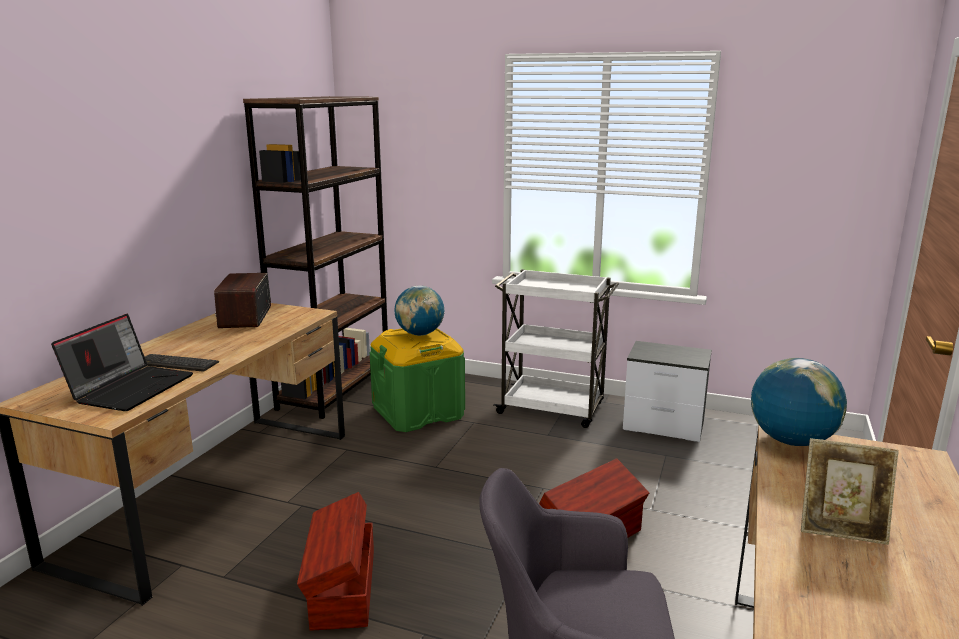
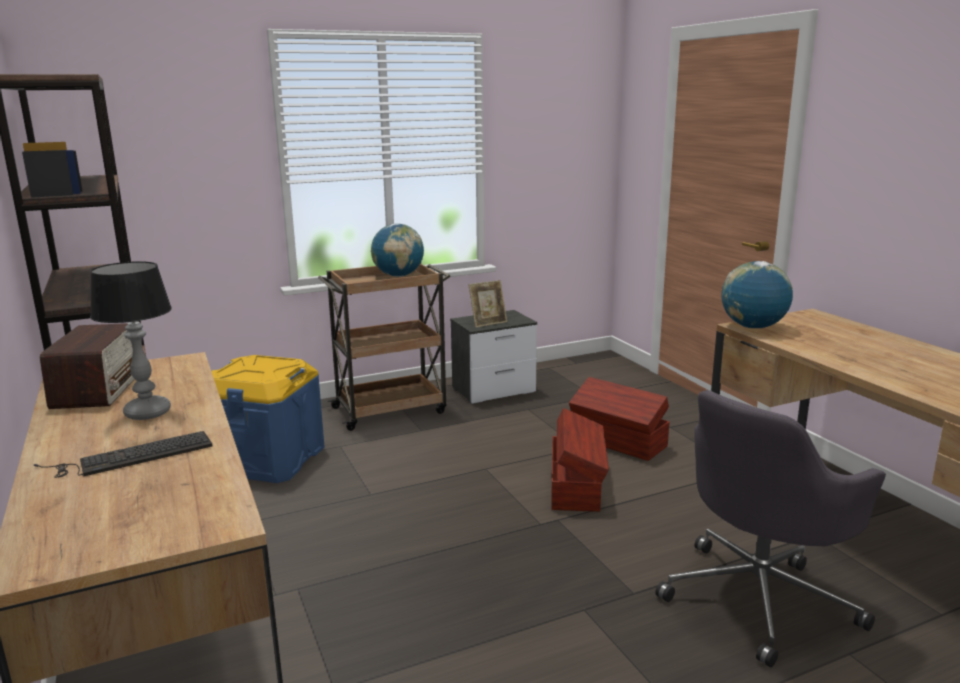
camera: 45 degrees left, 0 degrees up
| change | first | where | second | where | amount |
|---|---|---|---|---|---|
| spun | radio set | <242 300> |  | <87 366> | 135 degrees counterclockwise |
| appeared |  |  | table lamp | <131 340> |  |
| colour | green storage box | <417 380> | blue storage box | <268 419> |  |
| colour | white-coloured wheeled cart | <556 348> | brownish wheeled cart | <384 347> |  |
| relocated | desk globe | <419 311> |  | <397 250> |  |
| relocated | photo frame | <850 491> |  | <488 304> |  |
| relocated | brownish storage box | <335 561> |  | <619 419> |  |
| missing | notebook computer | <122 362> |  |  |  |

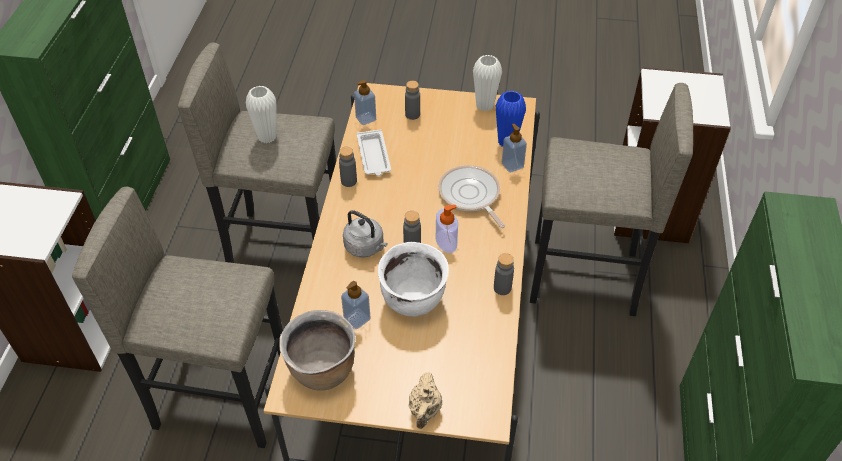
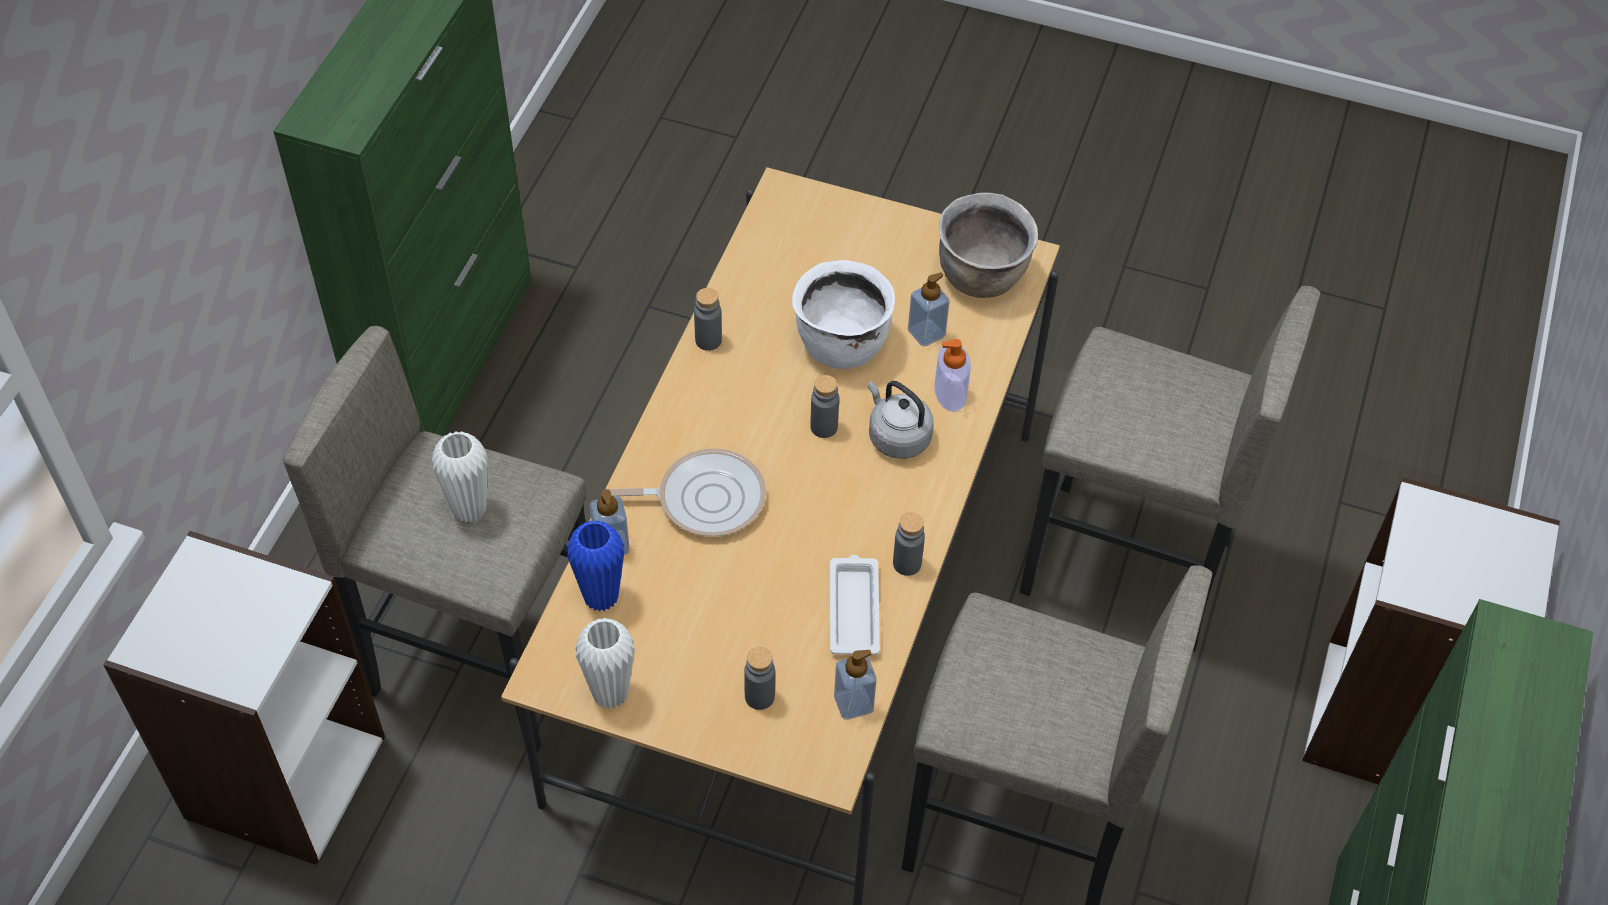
camera: 170 degrees left, 5 degrees up
| change | first | where | second | where | amount |
|---|---|---|---|---|---|
| relocated | white-coloured vase | <261 114> |  | <459 477> |  |
| spun | skillet | <471 196> |  | <685 492> | 75 degrees counterclockwise |
| relocated | soap dispenser | <447 229> |  | <953 375> |  |
| missing | beige pot for tea | <425 400> |  |  |  |

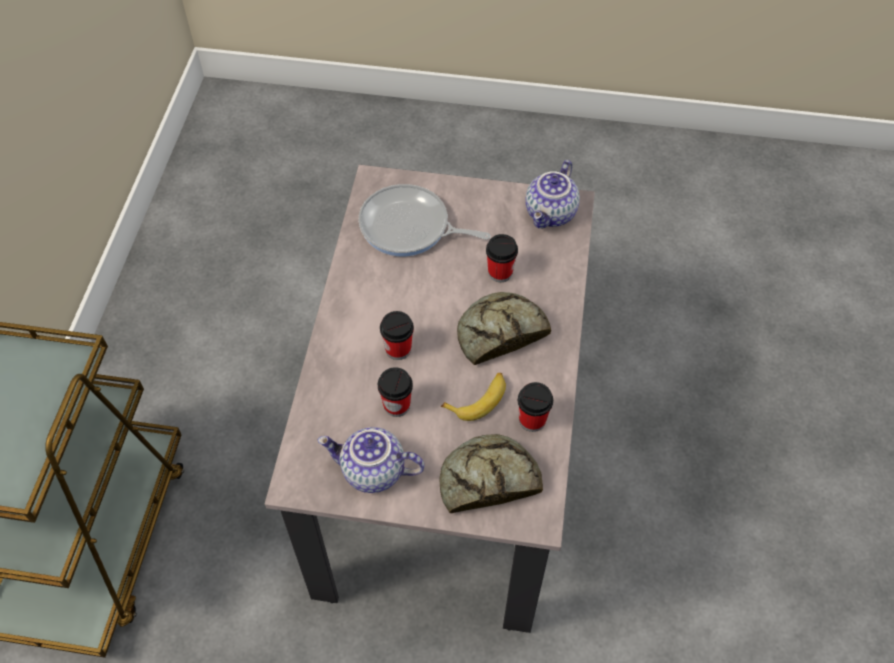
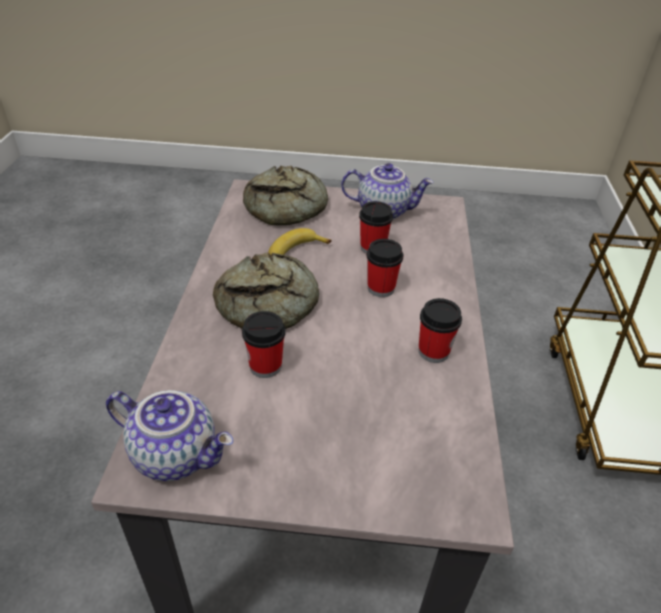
camera: 175 degrees right, 15 degrees down
| change | first | where | second | where | amount |
|---|---|---|---|---|---|
| spun | pot for tea | <552 194> |  | <169 435> | 90 degrees clockwise |
| relocated | drinking cup | <535 407> |  | <440 330> |  |
| missing | skillet | <424 220> |  |  |  |

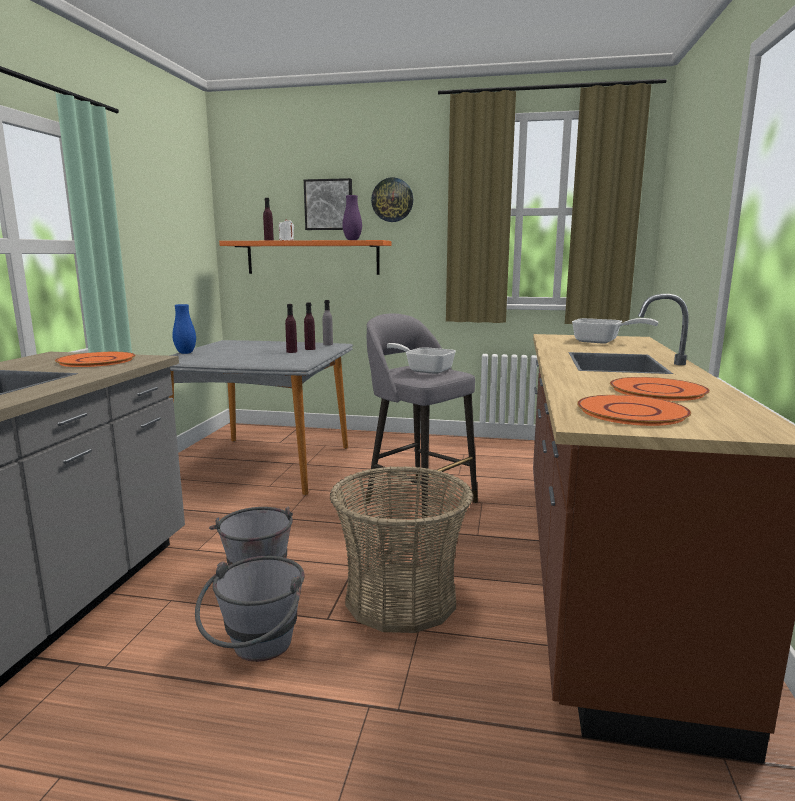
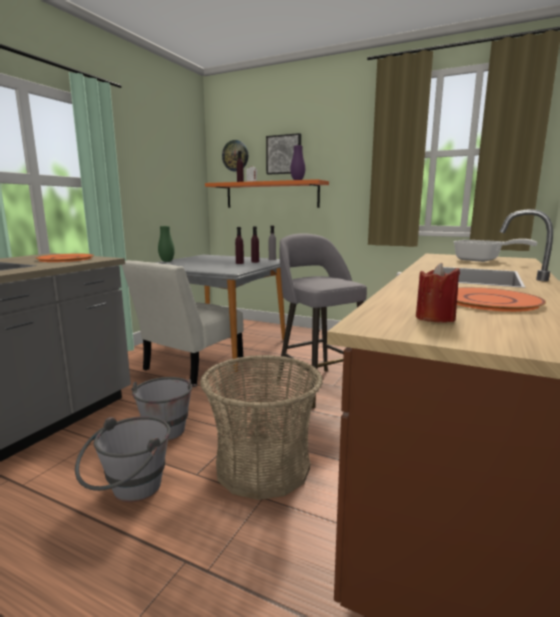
camera: 15 degrees right, 0 degrees up
| change | first | where | second | where | amount |
|---|---|---|---|---|---|
| appeared |  |  | white-coloured upright chair | <182 322> |  |
| colour | blue vase | <184 329> | green vase | <166 244> |  |
| relocated | wall clock | <392 199> |  | <235 156> |  |
| exchanged | orange-coloured plate | <634 410> | red candle | <438 293> |  |
| missing | skillet | <421 358> |  |  |  |

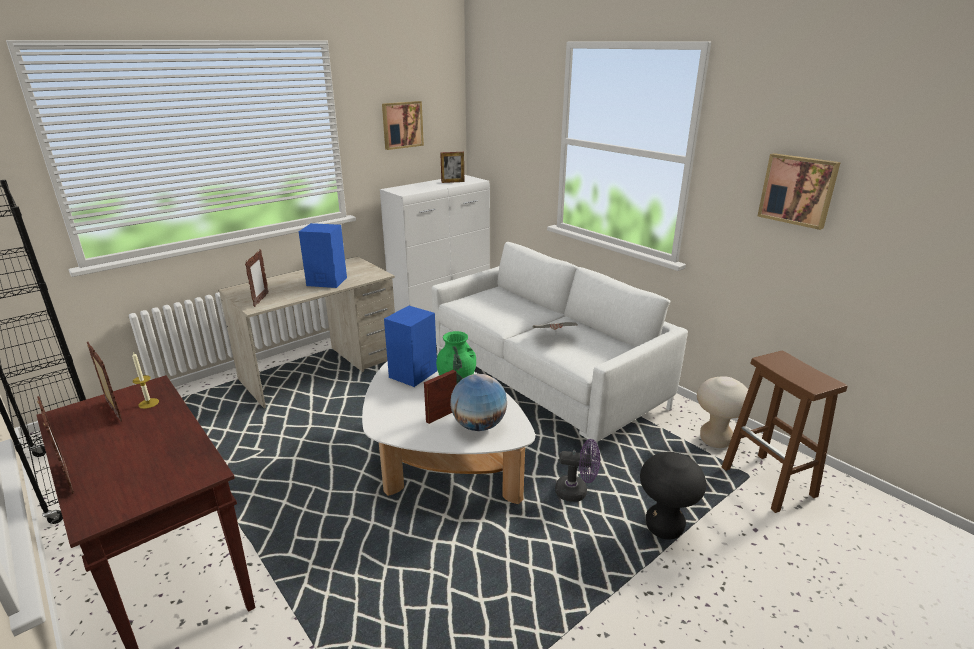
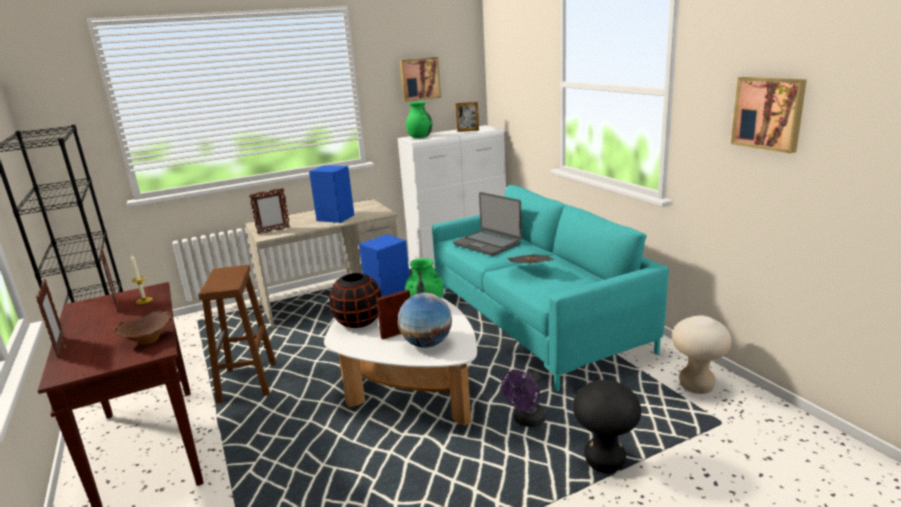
camera: 15 degrees right, 5 degrees down
| change | first | where | second | where | amount |
|---|---|---|---|---|---|
| appeared |  |  | brownish serving bowl | <142 327> |  |
| relocated | brownish stool | <784 432> |  | <237 334> |  |
| spun | photo frame | <257 278> |  | <269 211> | 45 degrees clockwise |
| appeared |  |  | black vase | <355 300> |  |
| appeared |  |  | green vase | <419 119> |  |
| colour | white-coloured settee | <560 348> | turquoise settee | <550 288> |  |
| appeared |  |  | notebook computer | <487 224> |  |
| spun | purple-coloured cooling fan | <577 470> |  | <523 398> | 105 degrees clockwise |

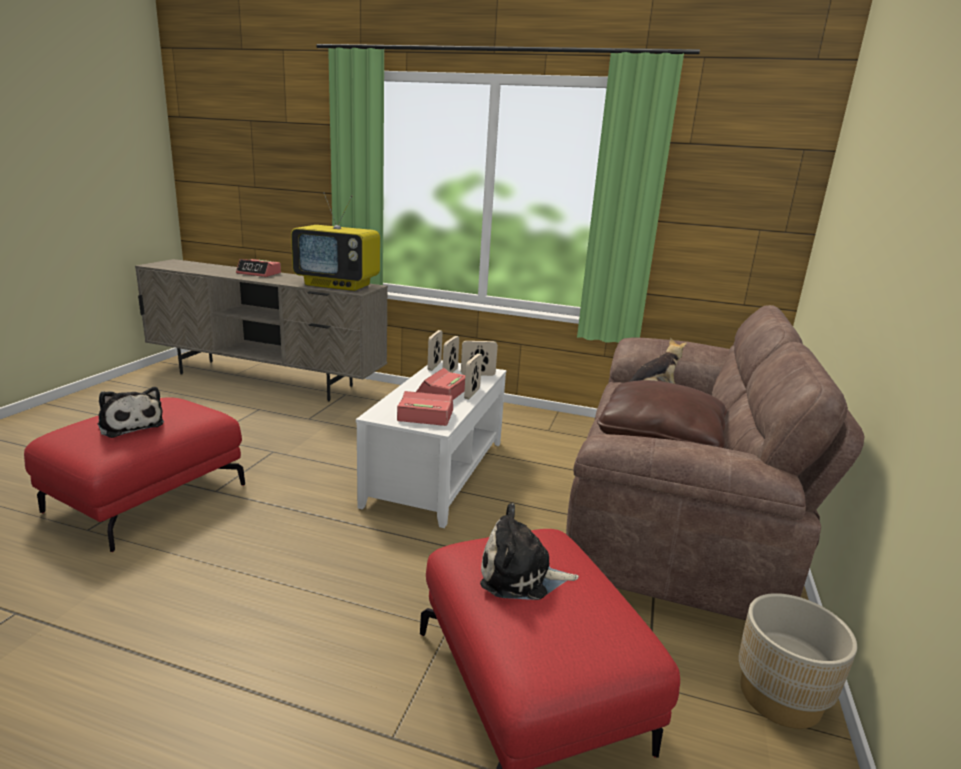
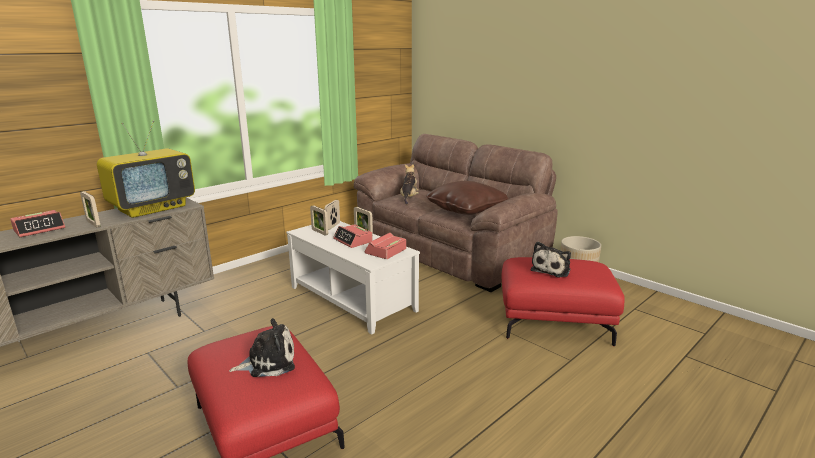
camera: 60 degrees left, 0 degrees up
| change | first | where | second | where | amount |
|---|---|---|---|---|---|
| relocated | photo frame | <435 350> |  | <90 209> |  |

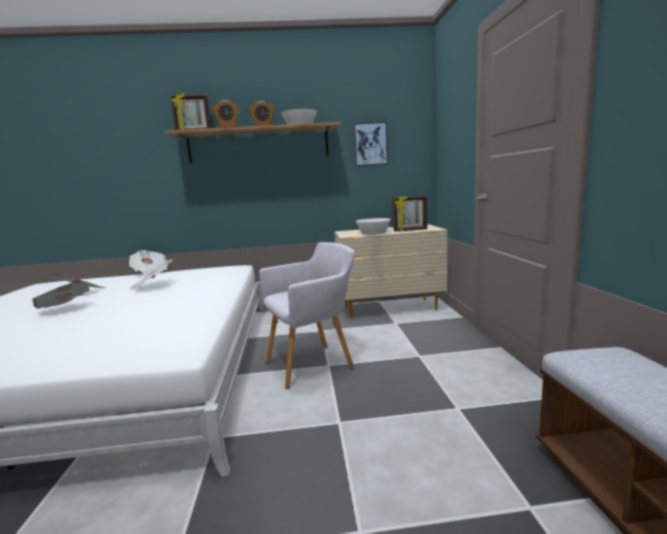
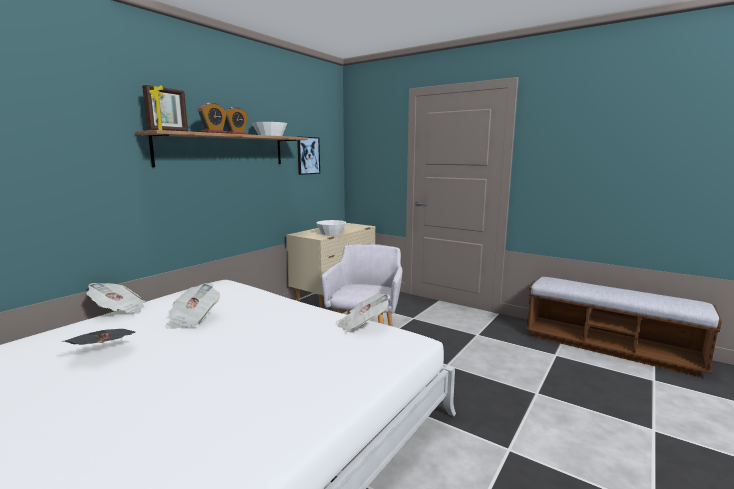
camera: 50 degrees left, 0 degrees up
| change | first | where | second | where | amount |
|---|---|---|---|---|---|
| relocated | printed paper | <61 296> |  | <363 313> |  |
| missing | photo frame | <410 213> |  |  |  |

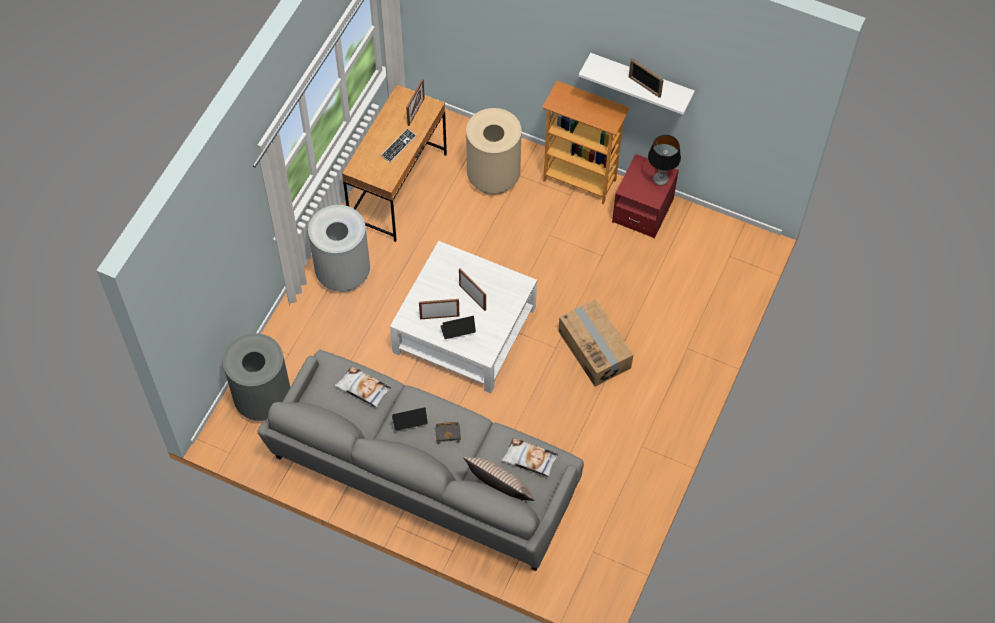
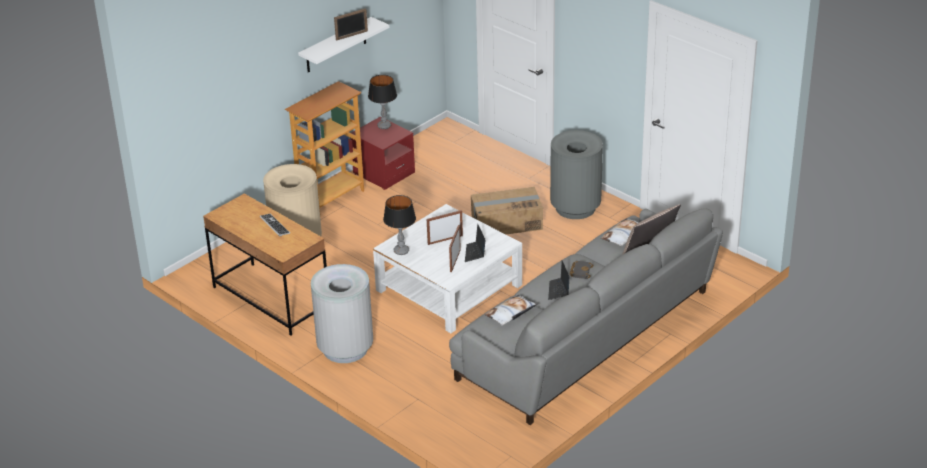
camera: 70 degrees left, 25 degrees down
| change | first | where | second | where | amount |
|---|---|---|---|---|---|
| appeared |  |  | table lamp | <399 225> |  |
| relocated | grey waste bin | <256 377> |  | <576 174> |  |
| missing | photo frame | <415 102> |  |  |  |

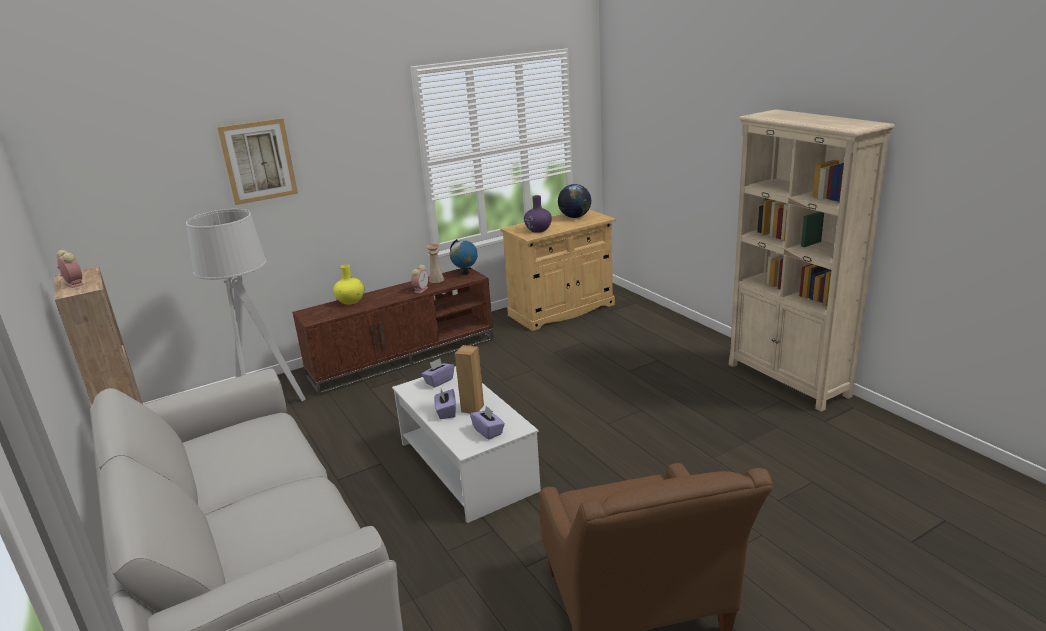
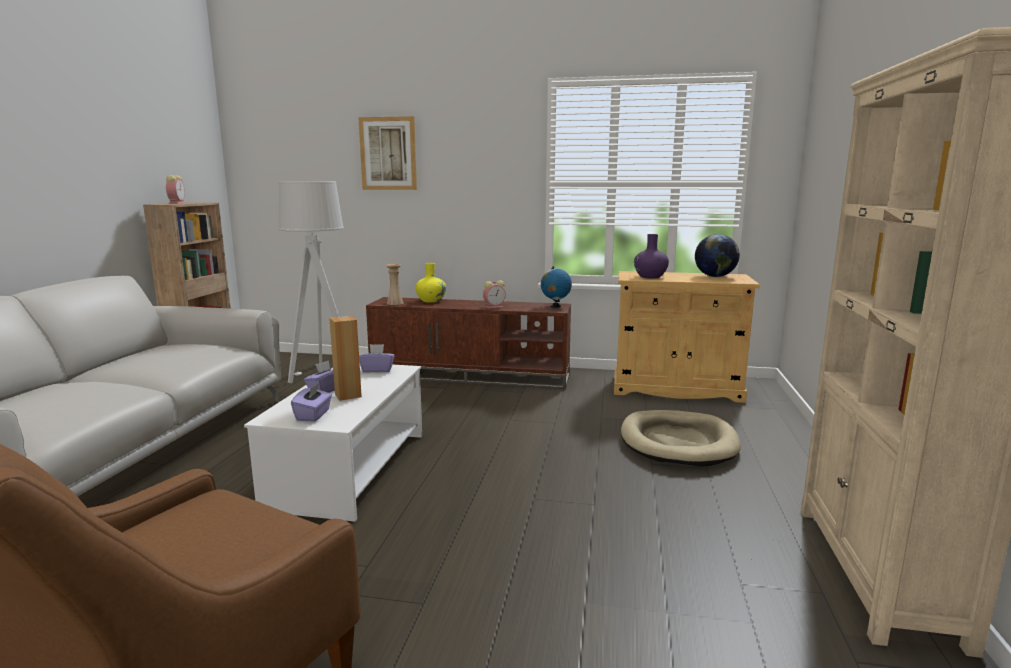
camera: 40 degrees right, 10 degrees down
| change | first | where | second | where | amount |
|---|---|---|---|---|---|
| relocated | beige vase | <435 263> |  | <394 284> |  |
| appeared |  |  | beige pet bed | <681 438> |  |

